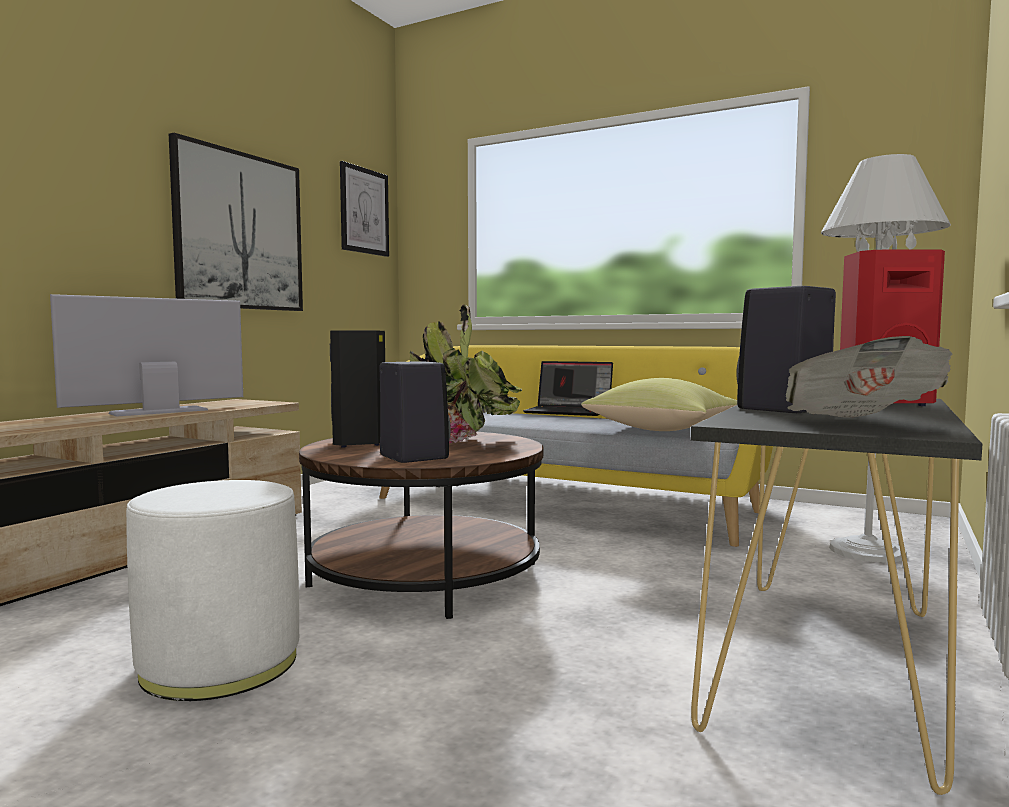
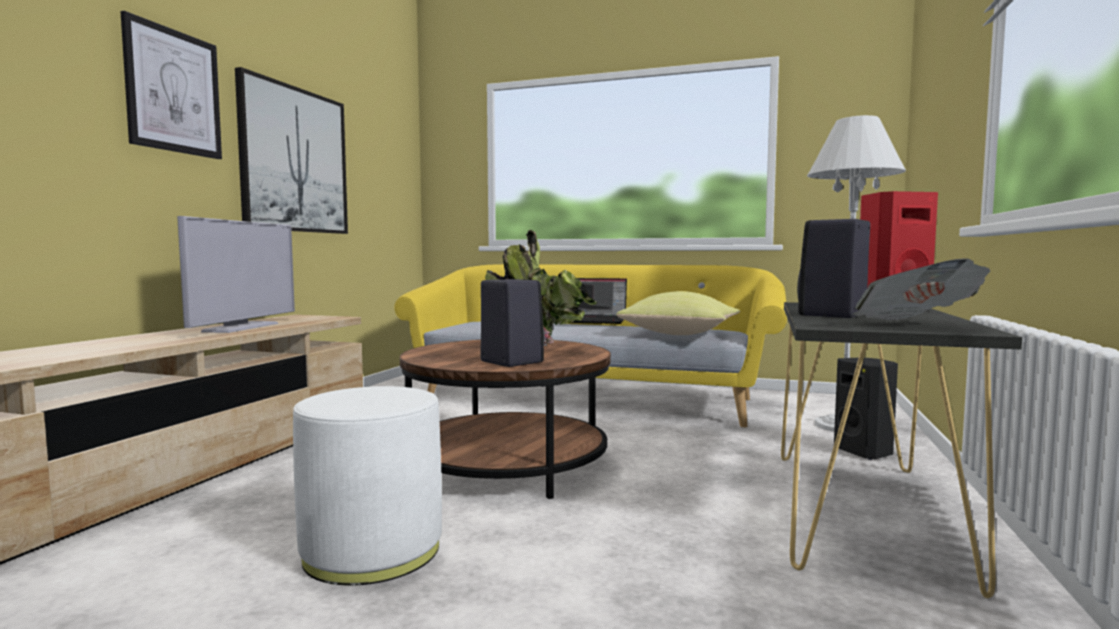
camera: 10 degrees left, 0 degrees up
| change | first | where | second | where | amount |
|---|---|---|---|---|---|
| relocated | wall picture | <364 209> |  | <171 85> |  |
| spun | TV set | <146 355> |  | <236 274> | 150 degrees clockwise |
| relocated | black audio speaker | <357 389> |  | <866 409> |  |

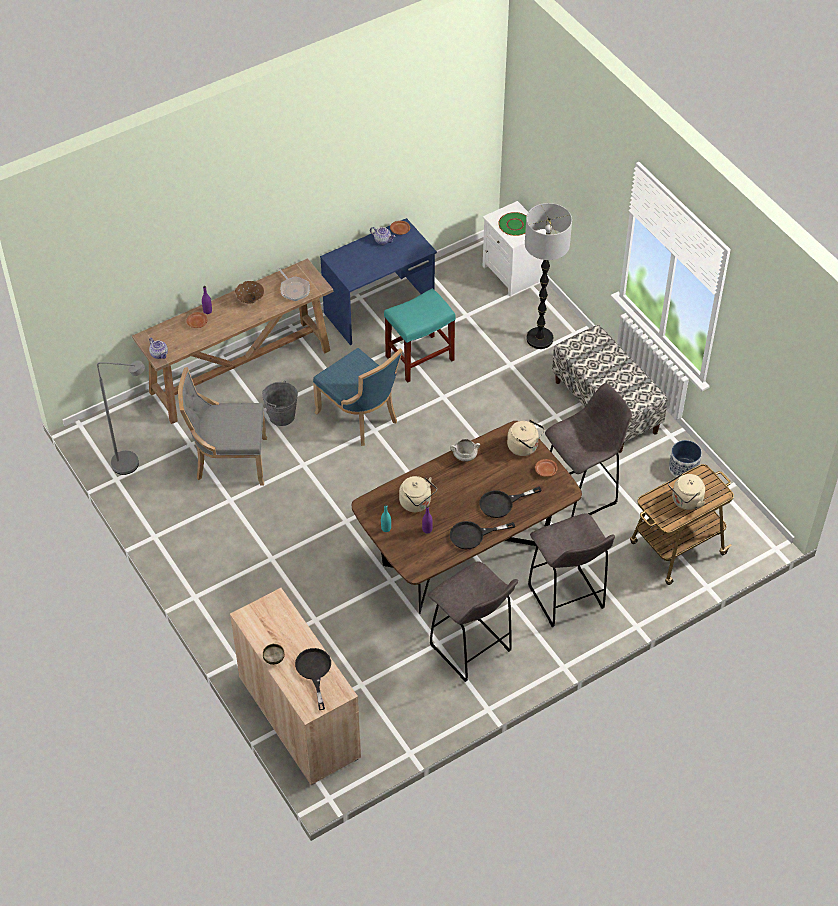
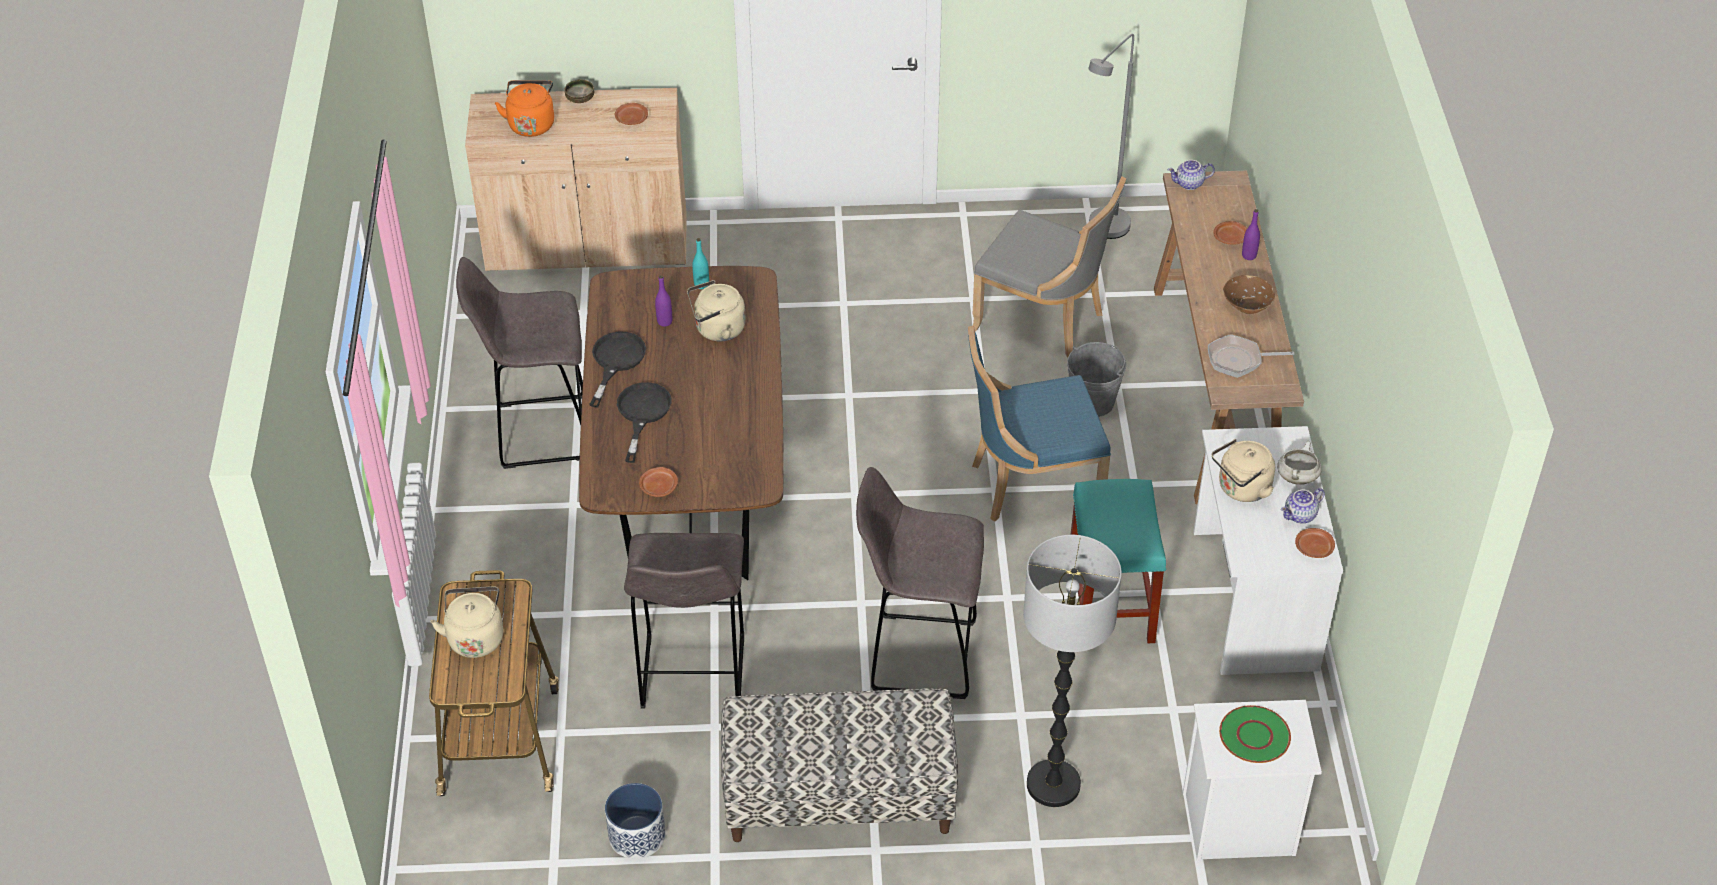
camera: 120 degrees right, 5 degrees down
| change | first | where | second | where | amount |
|---|---|---|---|---|---|
| exchanged | black skillet | <313 679> | orange-coloured tea kettle | <524 108> |  |
| appeared |  |  | brownish plate | <631 114> |  |
| relocated | grey stool | <571 570> |  | <920 583> |  |
| spun | grey upright chair | <222 426> |  | <1050 266> | 90 degrees clockwise |
| colour | blue desk | <378 281> | white-coloured desk | <1268 550> |  |
| relocated | beige tea kettle | <526 437> |  | <1243 470> |  |
| relocated | white-coloured stockpot | <465 450> |  | <1299 463> |  |

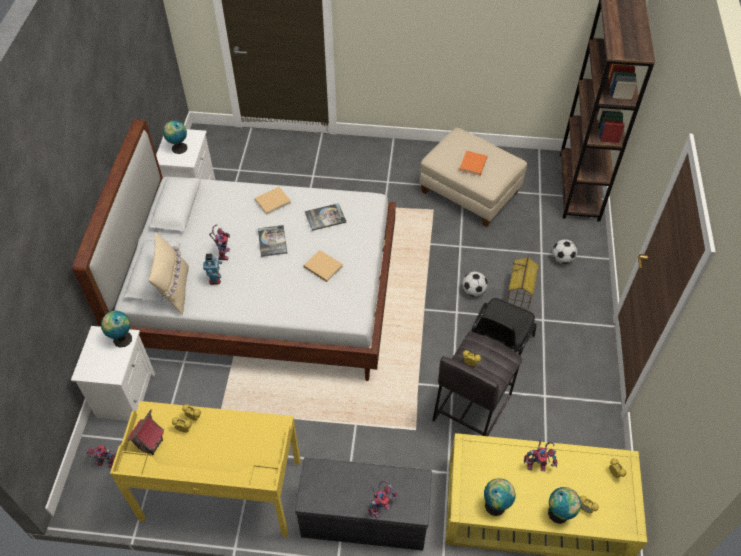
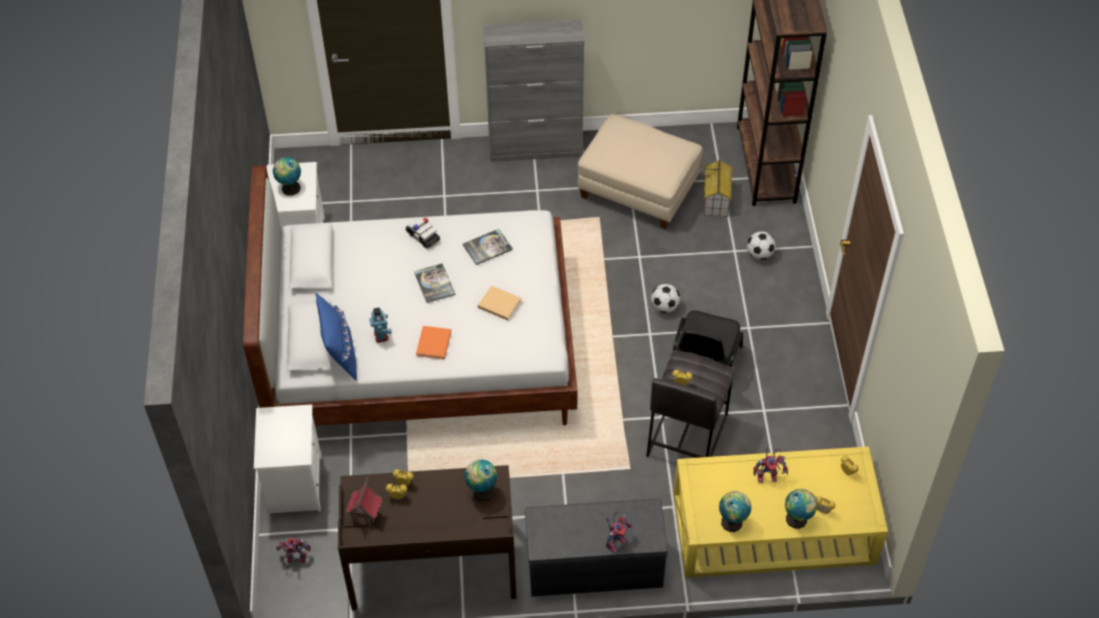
camera: 10 degrees left, 0 degrees up
| change | first | where | second | where | amount |
|---|---|---|---|---|---|
| colour | beige pillow | <168 273> | blue pillow | <336 337> |  |
| colour | yellow-coloured desk | <205 469> | brownish desk | <427 537> |  |
| exchanged | beige bound book | <273 201> | model car | <423 233> |  |
| relocated | orange-coloured bound book | <473 163> |  | <433 343> |  |
| relocated | desk globe | <116 329> |  | <481 480> |  |
| appeared |  |  | grey cupboard | <533 91> |  |
| relocated | miniature house | <522 282> |  | <717 188> |  |
| missing | model robot | <219 242> |  |  |  |

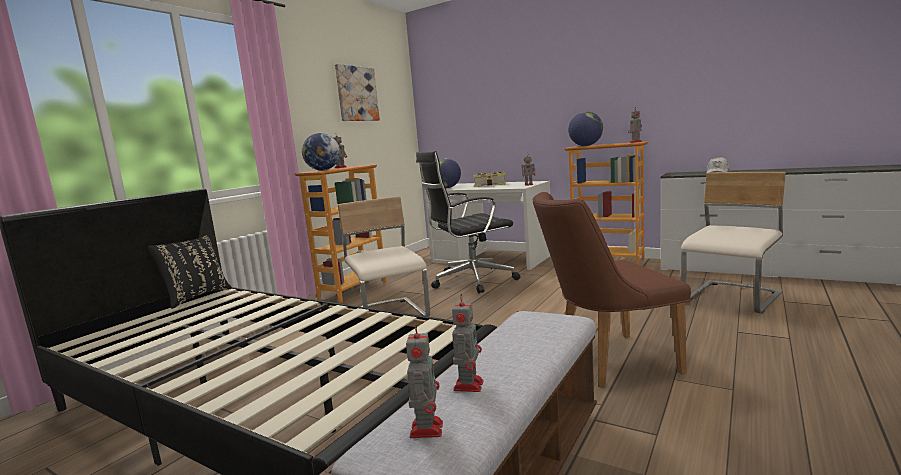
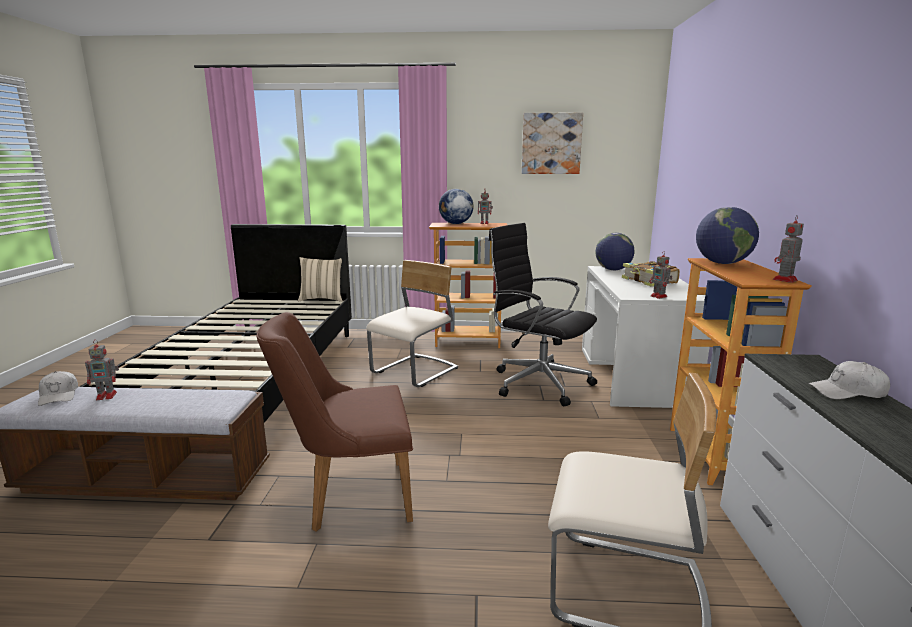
camera: 60 degrees right, 5 degrees up
| change | first | where | second | where | amount |
|---|---|---|---|---|---|
| exchanged | model robot | <424 381> | white-coloured peaked cap | <58 388> |  |
| spun | brownish upright chair | <612 290> |  | <334 421> | 60 degrees counterclockwise |
| colour | black pillow | <190 271> | beige pillow | <320 279> |  |

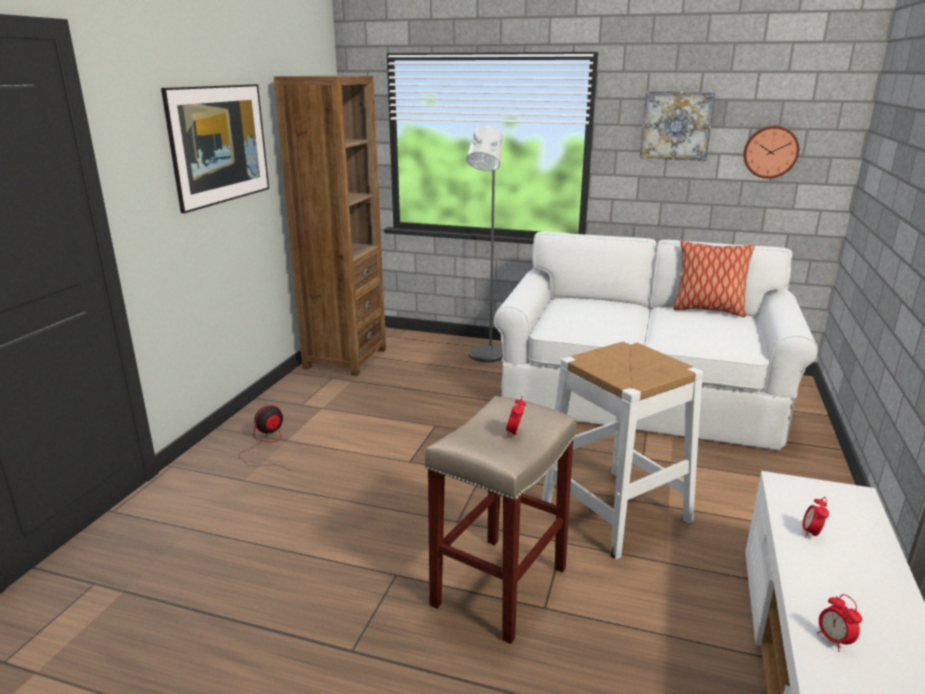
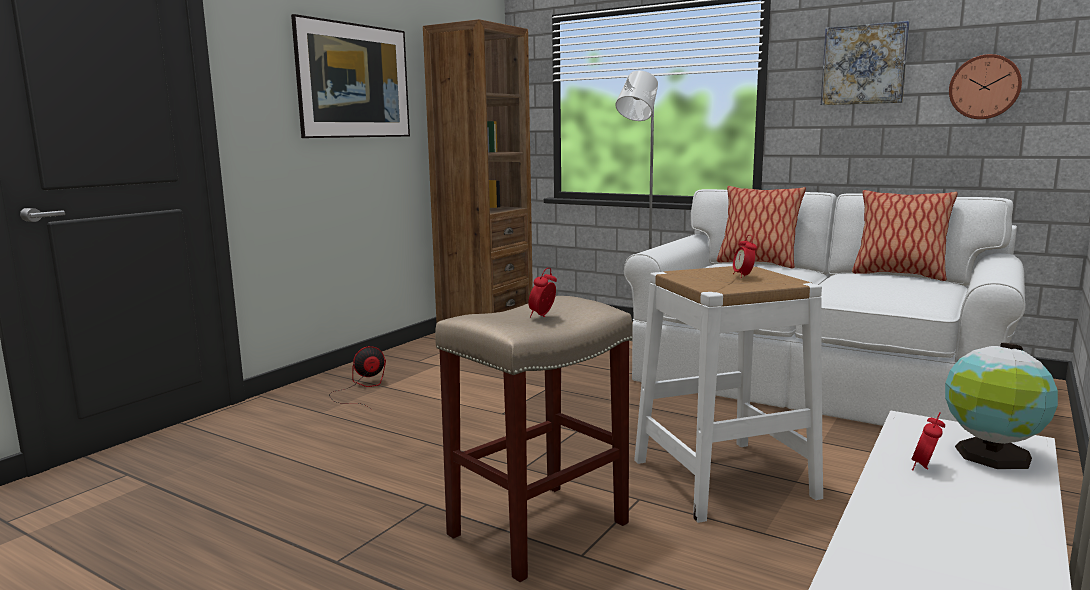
camera: 15 degrees right, 10 degrees down
| change | first | where | second | where | amount |
|---|---|---|---|---|---|
| appeared |  |  | pillow | <761 227> |  |
| relocated | table clock | <839 623> |  | <745 256> |  |
| appeared |  |  | desk globe | <1001 405> |  |

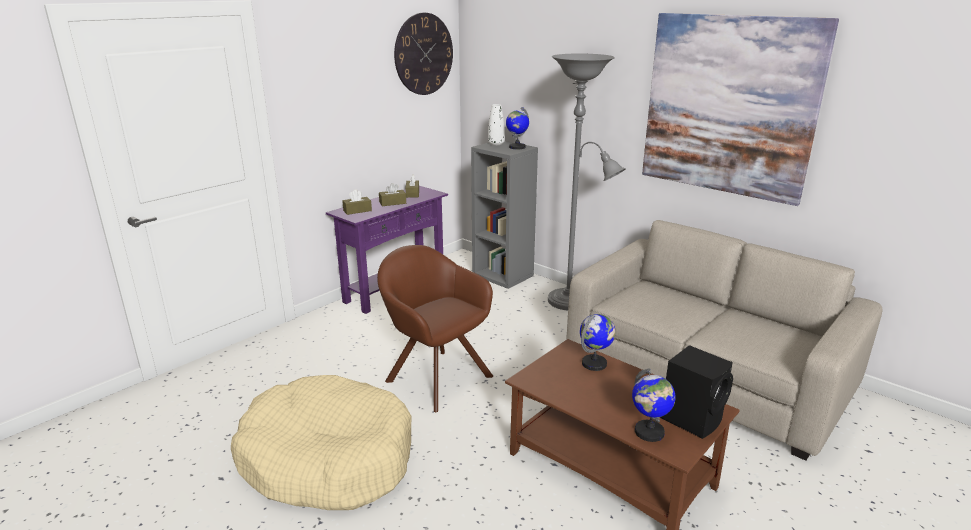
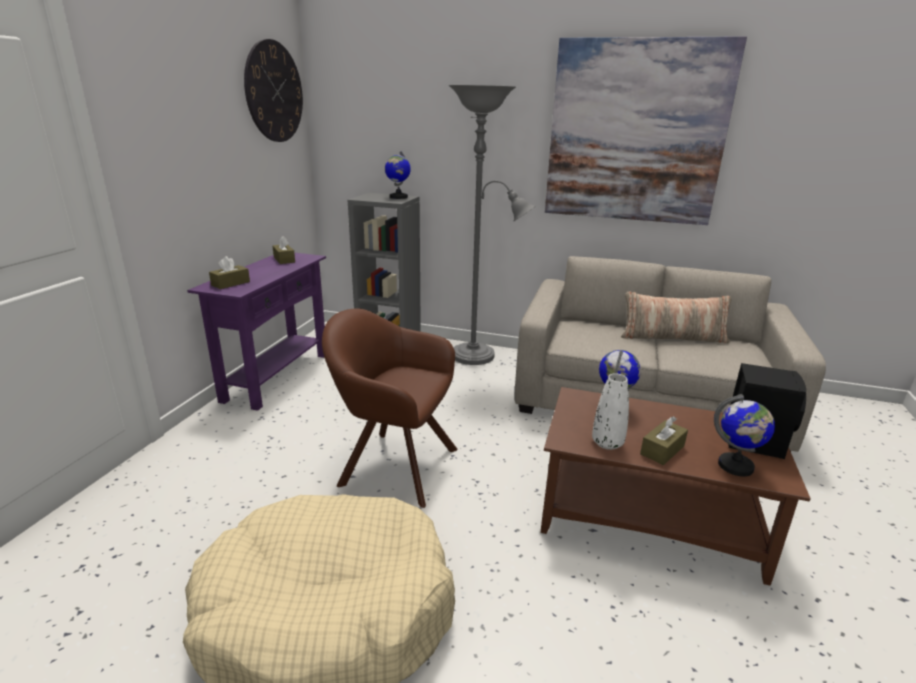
camera: 25 degrees left, 0 degrees up
| change | first | where | second | where | amount |
|---|---|---|---|---|---|
| relocated | white-coloured vase | <496 124> |  | <610 411> |  |
| appeared |  |  | pillow | <676 317> |  |
| relocated | brownish tissue holder | <392 194> |  | <664 440> |  |

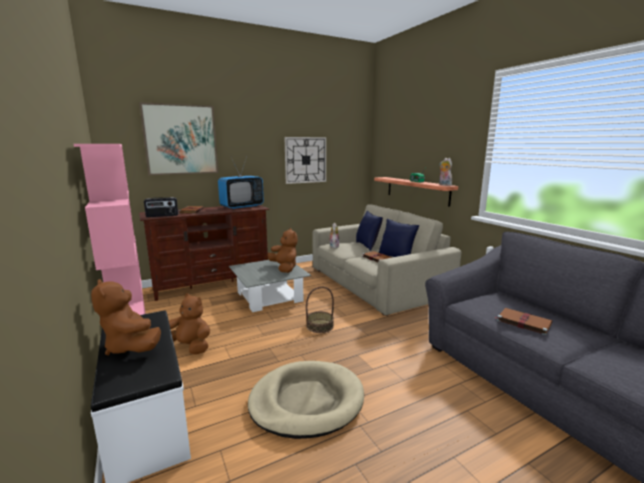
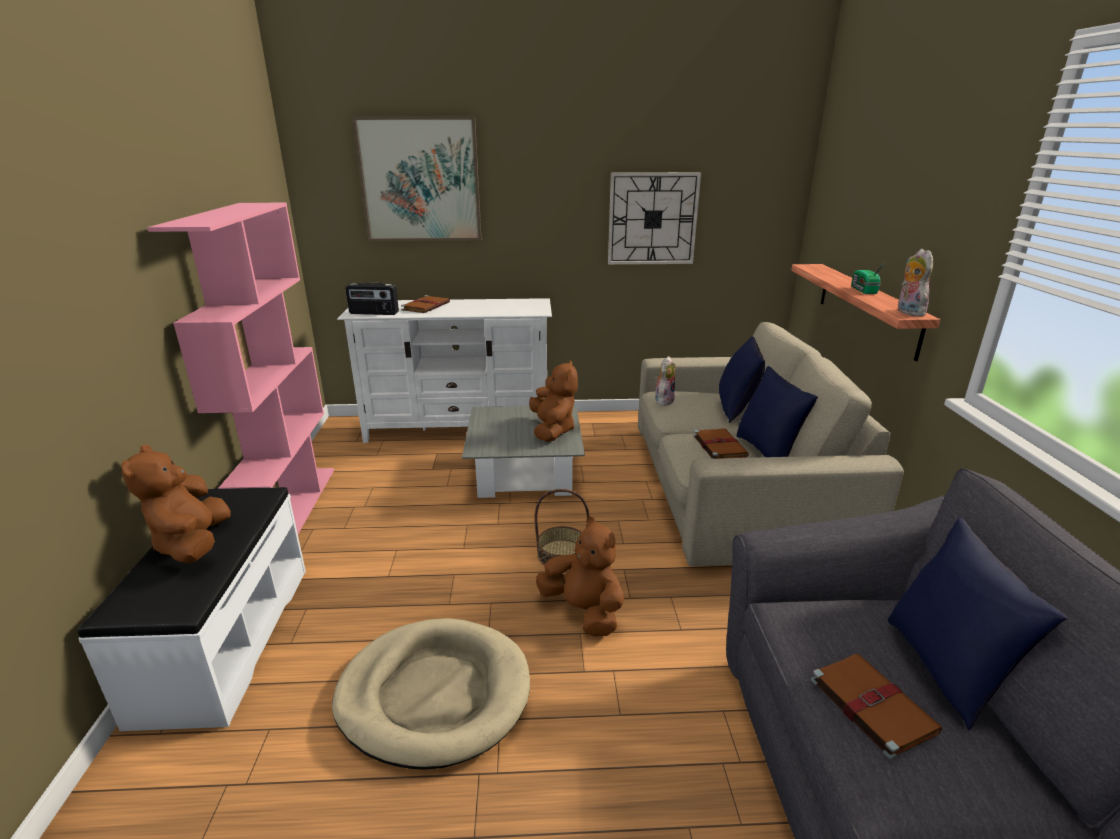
camera: 25 degrees right, 10 degrees up
| change | first | where | second | where | amount |
|---|---|---|---|---|---|
| colour | brownish media console | <204 253> | white-coloured media console | <444 370> |  |
| relocated | brownish cuddly toy | <189 324> |  | <580 576> |  |
| appeared |  |  | blue pillow | <978 624> |  |
| missing | TV set | <241 183> |  |  |  |

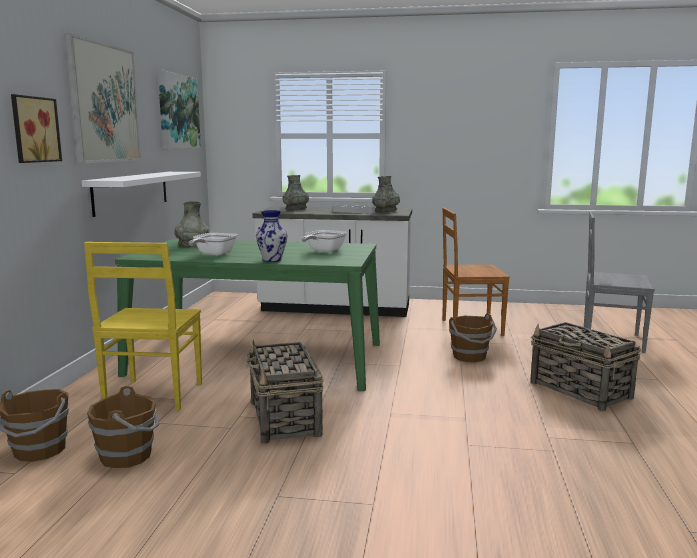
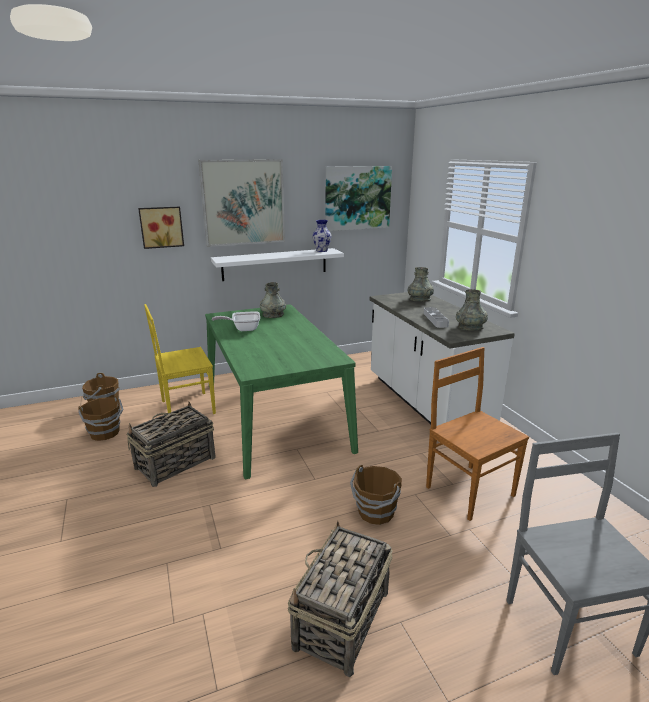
camera: 60 degrees right, 10 degrees up
| change | first | where | second | where | amount |
|---|---|---|---|---|---|
| relocated | vase | <271 236> |  | <321 236> |  |
| missing | skillet | <324 241> |  |  |  |

